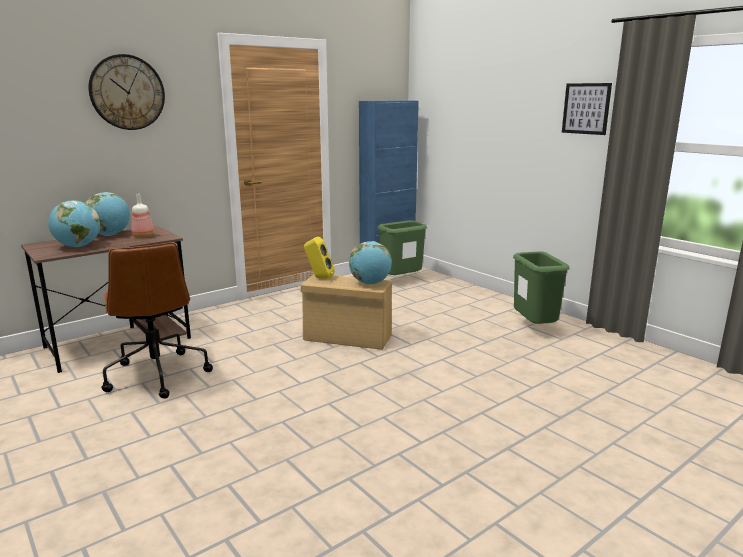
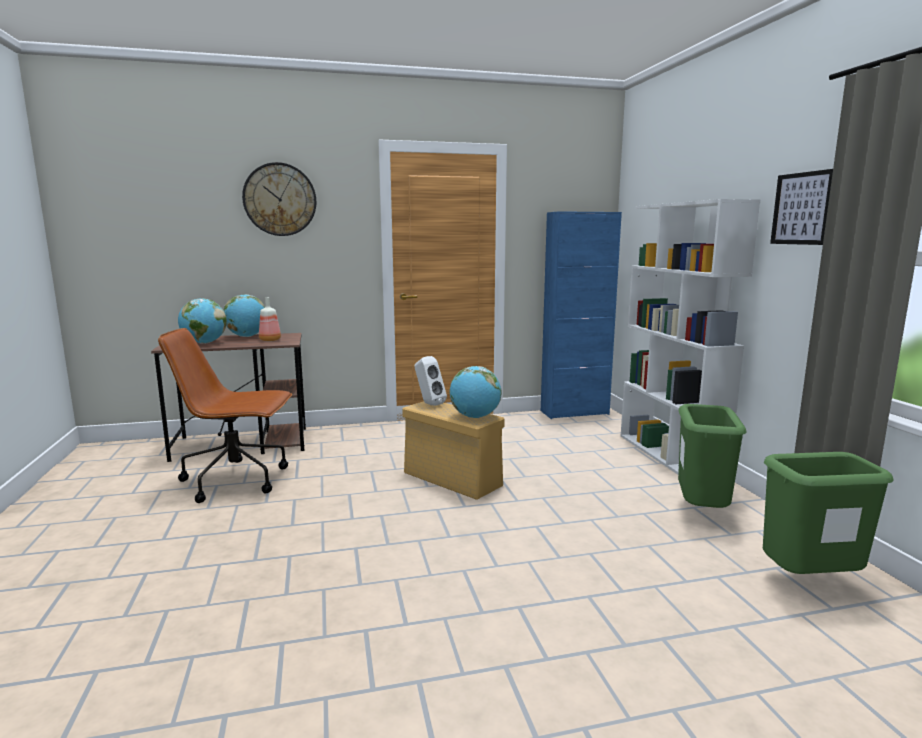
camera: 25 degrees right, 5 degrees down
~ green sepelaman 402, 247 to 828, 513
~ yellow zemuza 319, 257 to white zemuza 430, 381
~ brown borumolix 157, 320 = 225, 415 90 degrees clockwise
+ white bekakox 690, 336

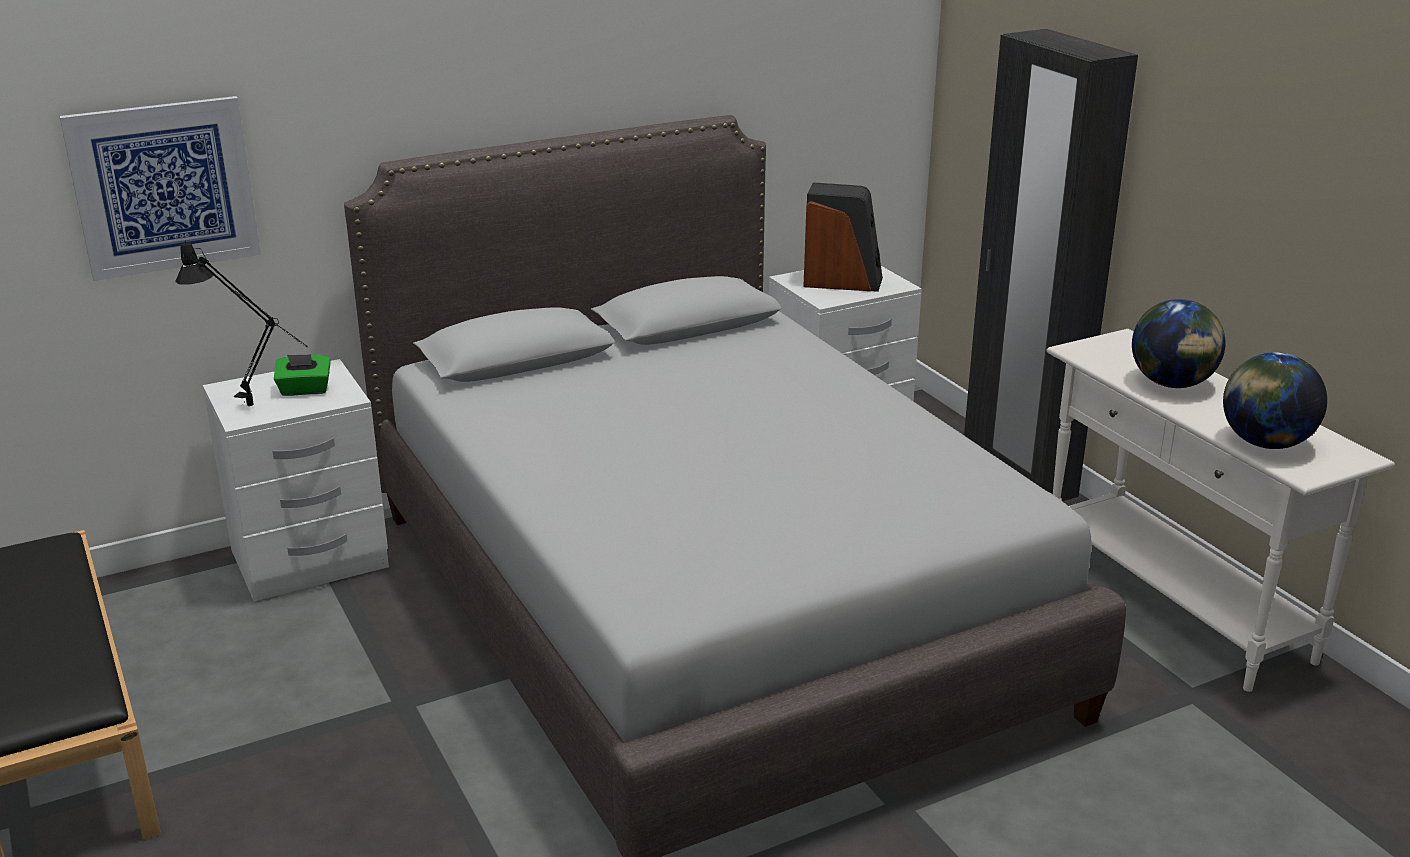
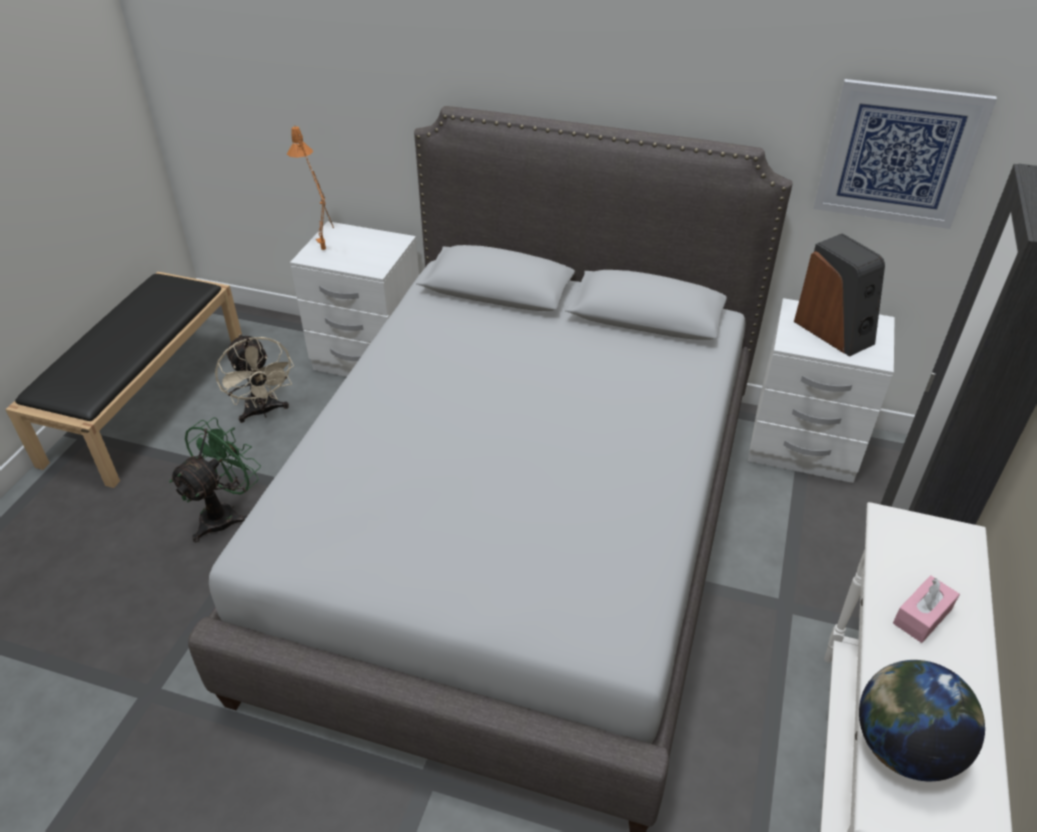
camera: 45 degrees right, 15 degrees up
~ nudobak 160, 188 to 905, 154
~ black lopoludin 241, 323 to orange lopoludin 310, 187
~ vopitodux 1178, 343 to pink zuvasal 926, 609
- green zuvasal 302, 375
+ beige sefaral 254, 378
+ green sefaral 215, 479

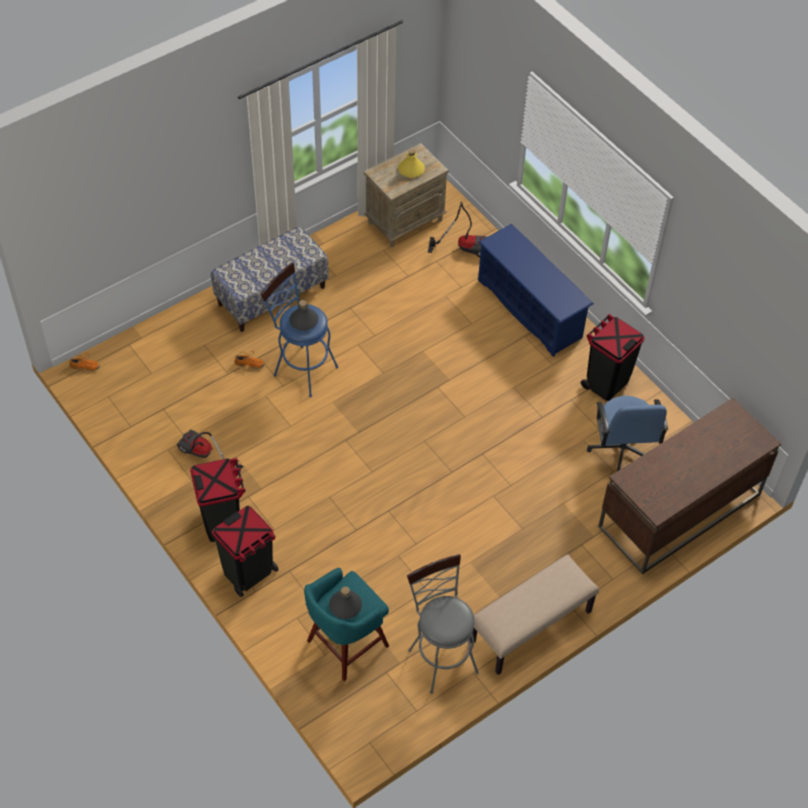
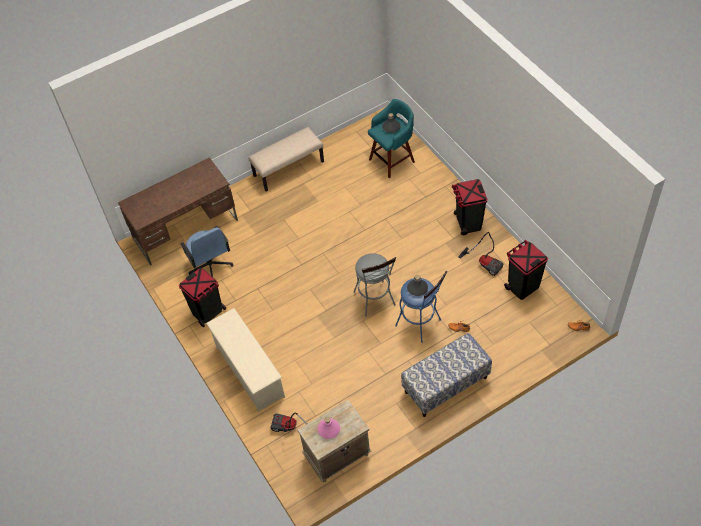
camera: 170 degrees left, 0 degrees up
~ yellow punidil 411, 163 to pink punidil 328, 428
~ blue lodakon 536, 290 to beige lodakon 245, 360
~ blue borumolix 627, 433 = 207, 251 150 degrees clockwise
~ black sepelaman 245, 551 to 526, 270
~ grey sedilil 443, 624 to 374, 284

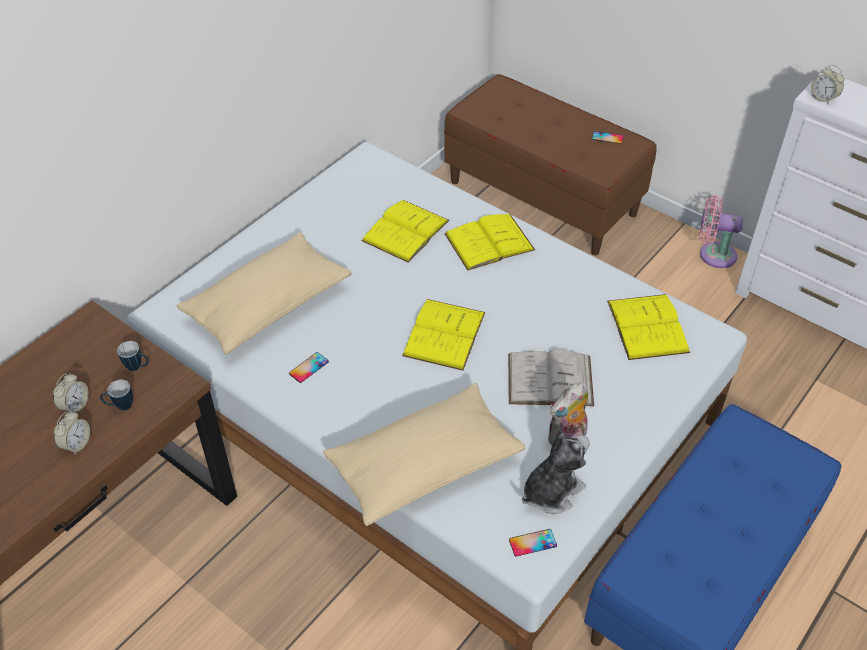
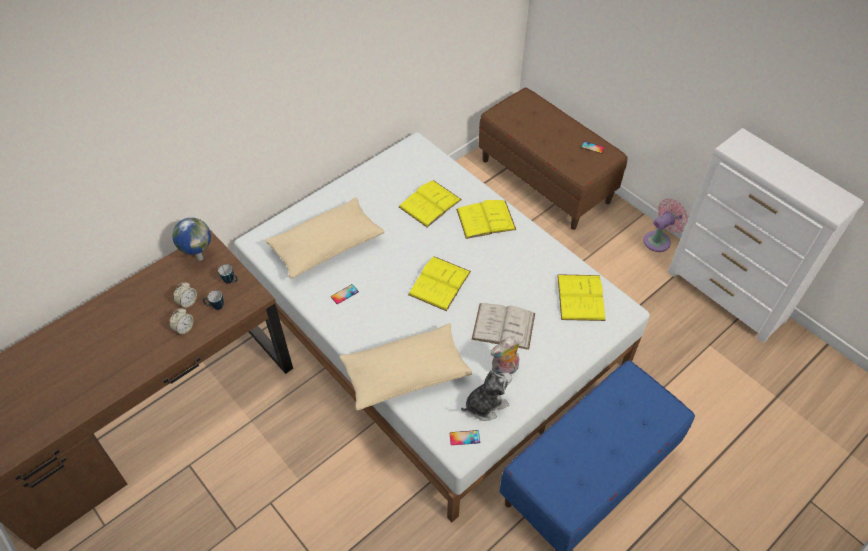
camera: 10 degrees right, 5 degrees up
- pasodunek 828, 85
~ pink sefaral 721, 231 = 666, 225 120 degrees clockwise
+ vopitodux 191, 239

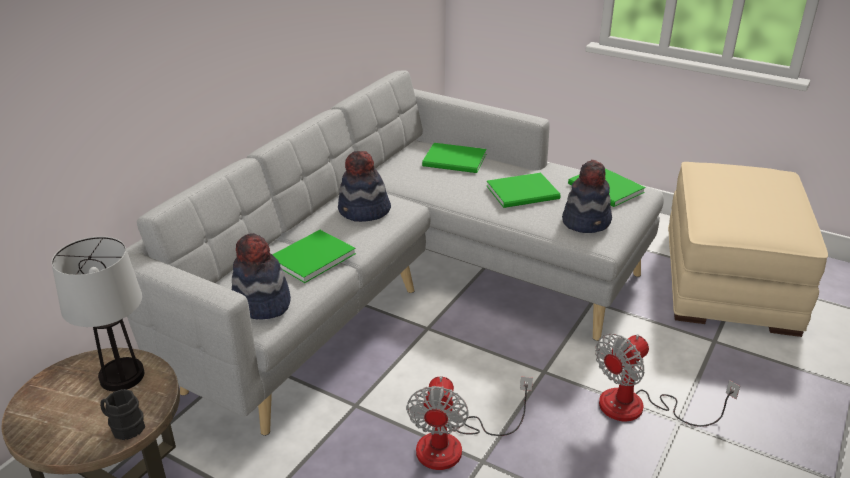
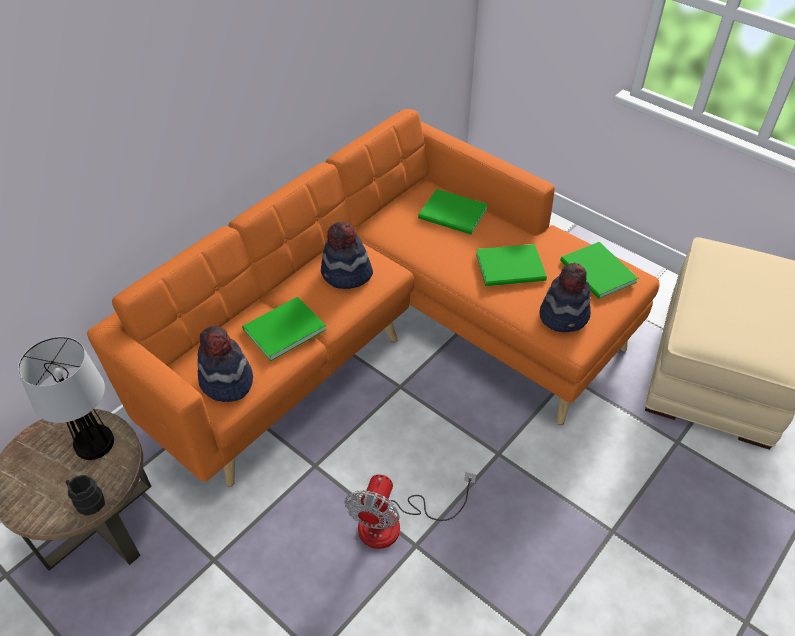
camera: 10 degrees right, 15 degrees up
~ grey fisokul 395, 253 to orange fisokul 373, 298
- sefaral 667, 380

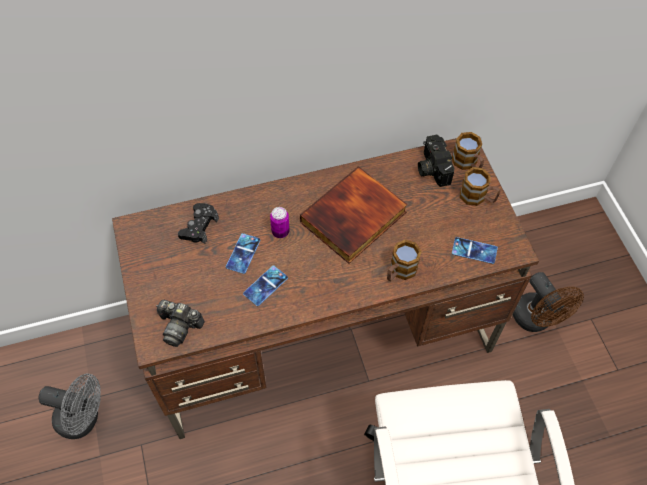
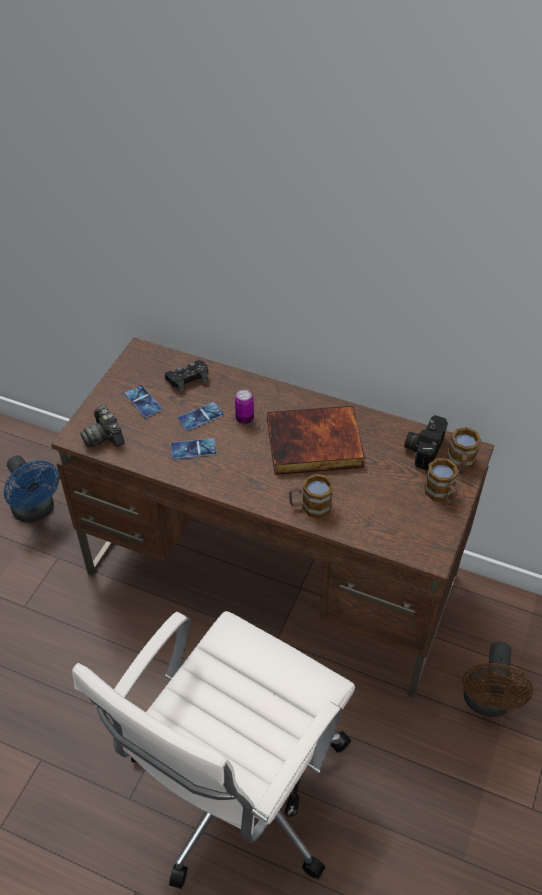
camera: 40 degrees right, 10 degrees down
~ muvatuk 475, 250 to 143, 401
~ grey sefaral 69, 406 to blue sefaral 31, 489

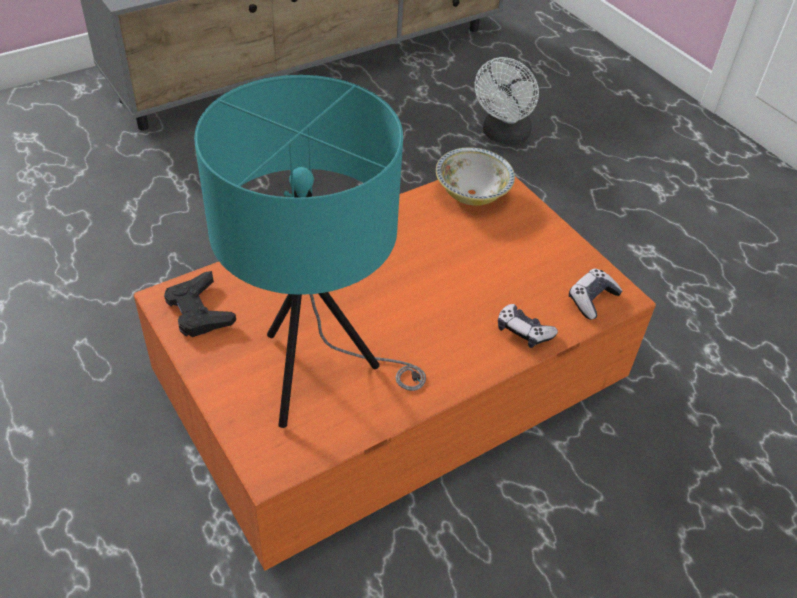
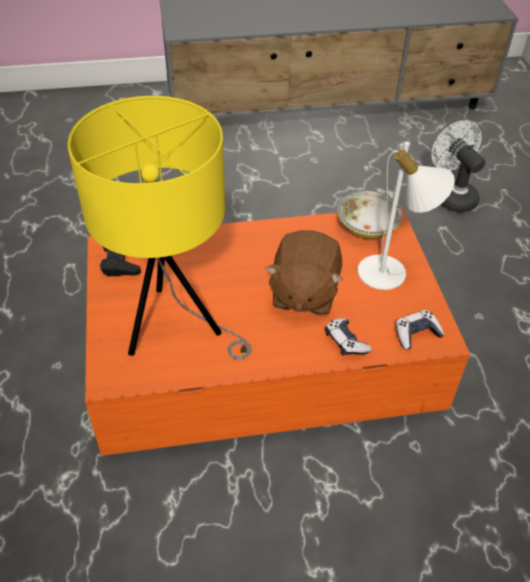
camera: 25 degrees right, 0 degrees up
~ white sefaral 506, 101 = 458, 166 105 degrees clockwise
~ turquoise lopoludin 310, 251 to yellow lopoludin 160, 228
+ white lopoludin 406, 216
+ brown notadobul 304, 272

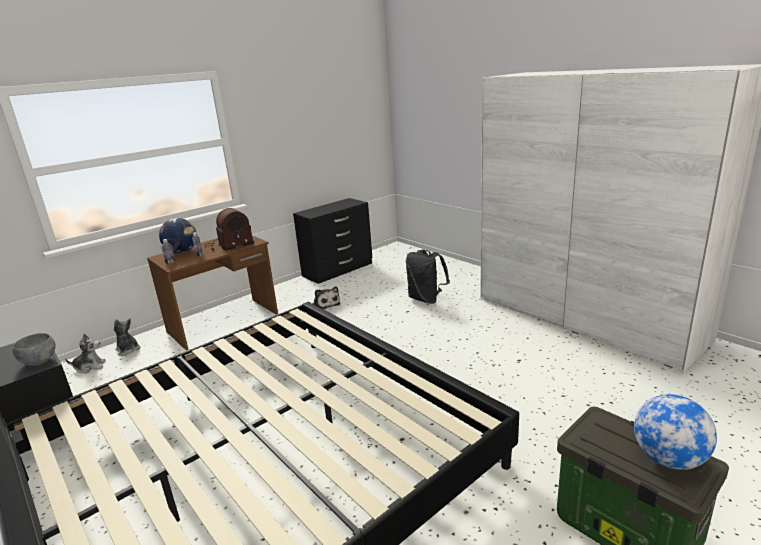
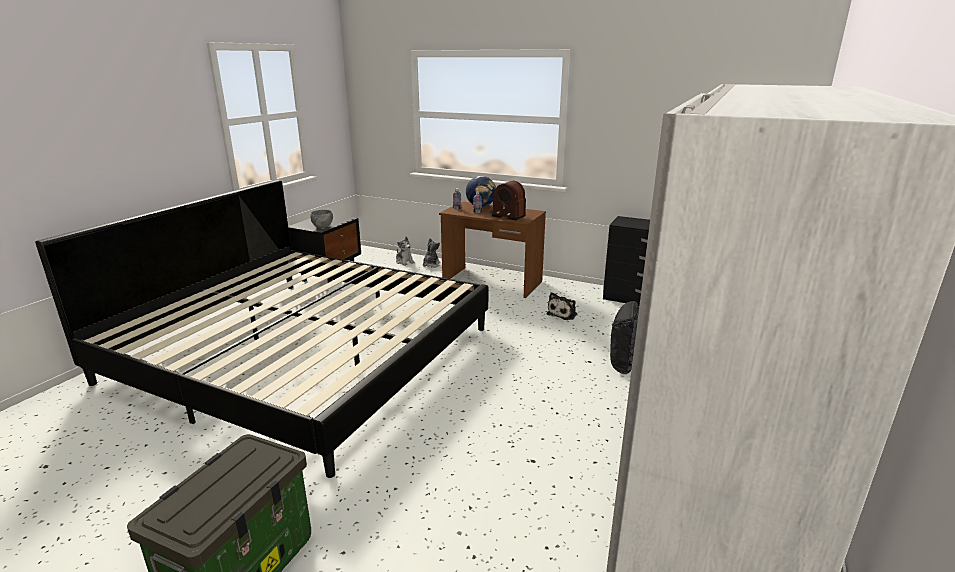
camera: 65 degrees right, 0 degrees up
- vopitodux 675, 432

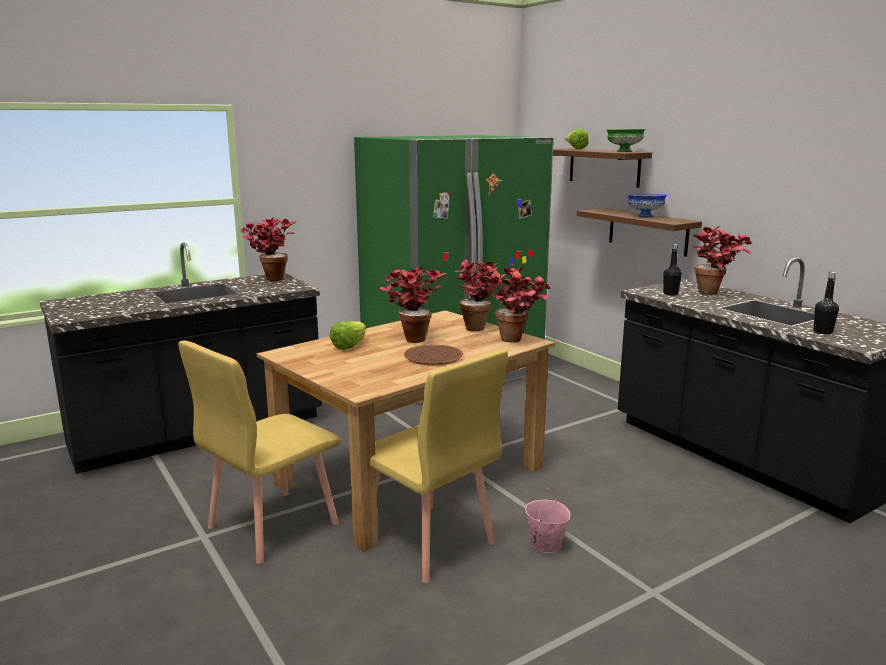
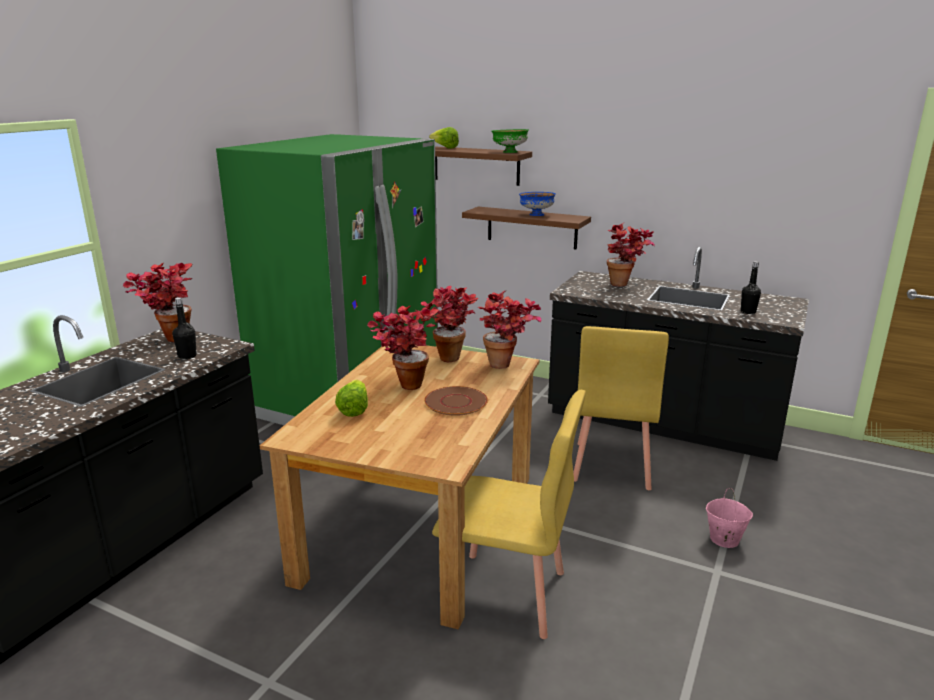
camera: 30 degrees left, 5 degrees up
~ black punidil 672, 269 to 184, 328
~ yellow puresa 259, 452 to 621, 408
~ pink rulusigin 548, 520 to 729, 518

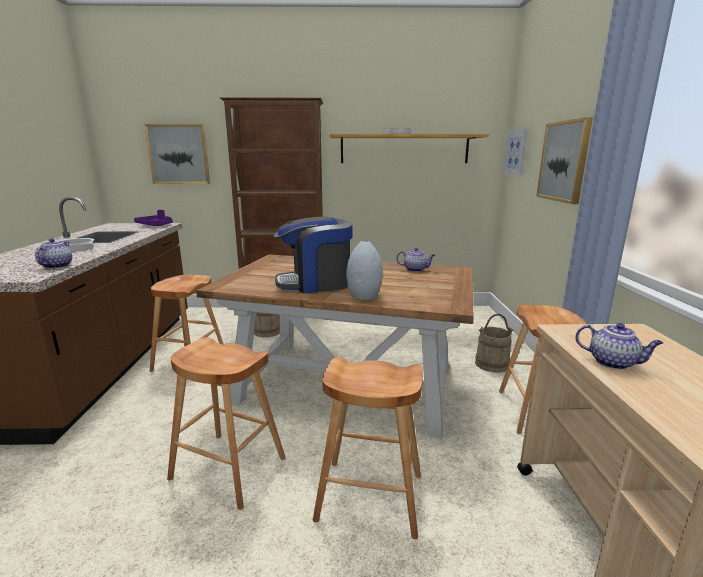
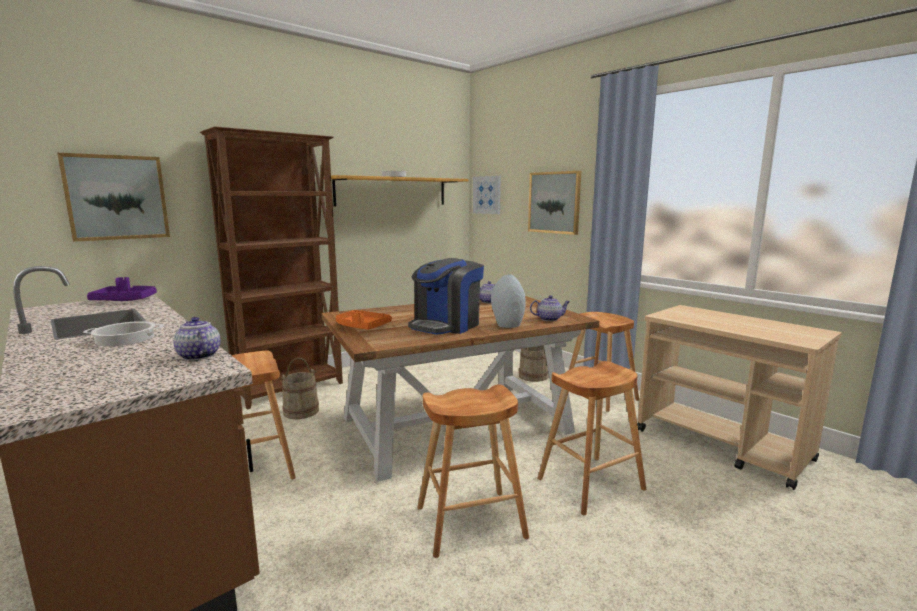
camera: 40 degrees left, 5 degrees down
~ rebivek 619, 346 to 550, 308
+ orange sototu 364, 320

